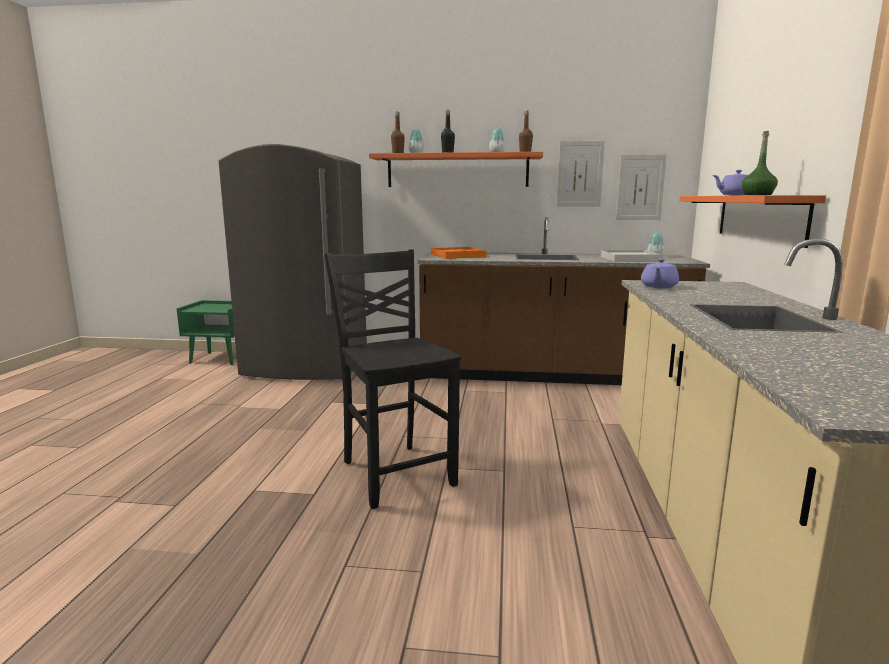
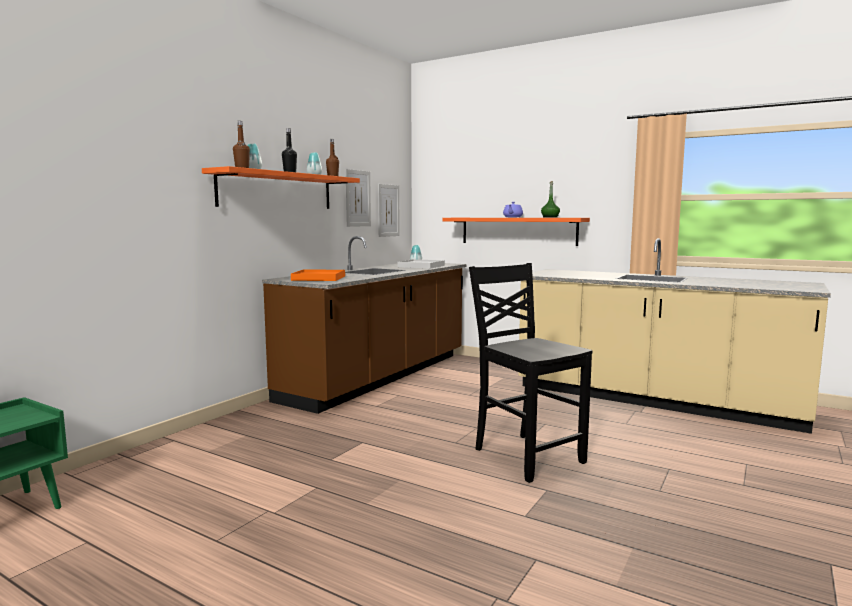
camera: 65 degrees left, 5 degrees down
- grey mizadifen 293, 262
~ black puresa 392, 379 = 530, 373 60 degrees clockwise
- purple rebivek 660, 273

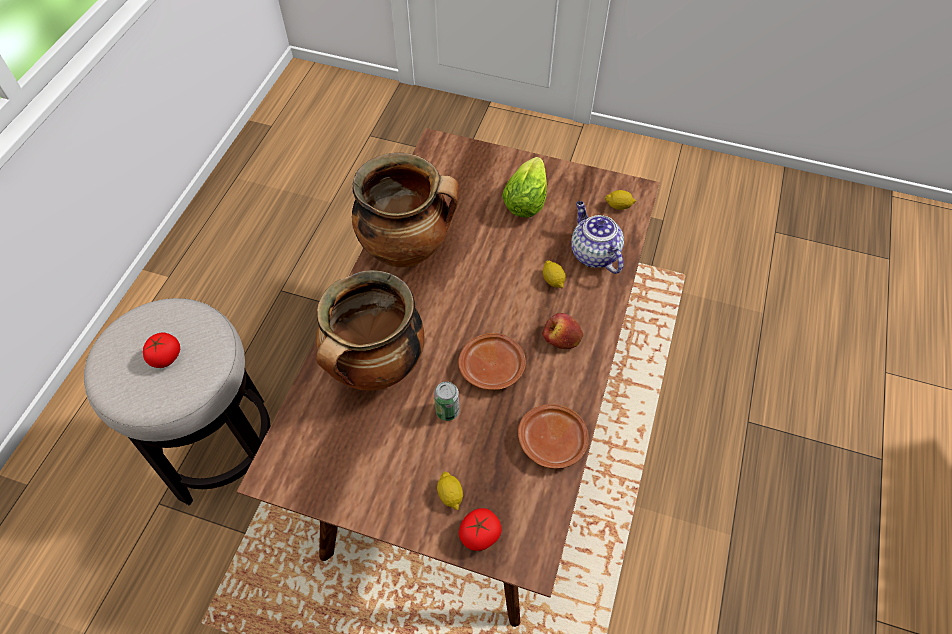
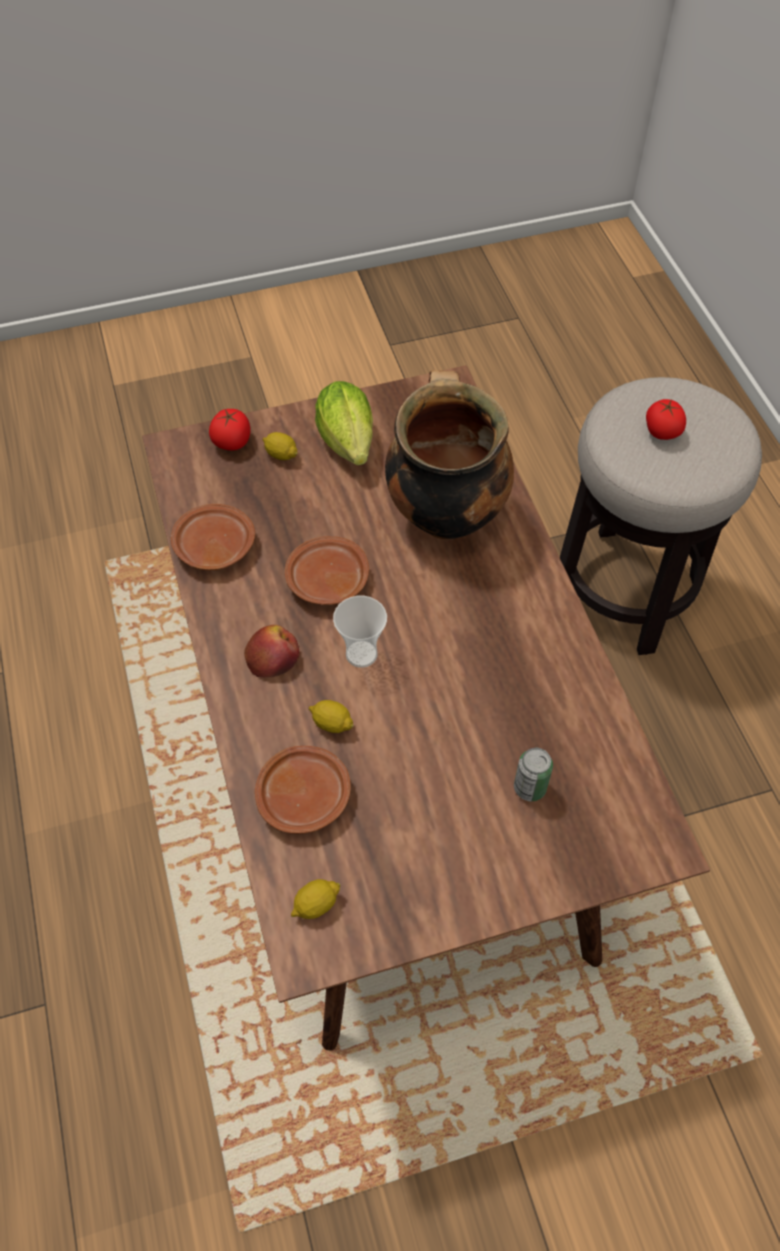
camera: 145 degrees right, 0 degrees up
- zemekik 405, 210
~ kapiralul 524, 187 to 344, 423
~ rebivek 597, 237 to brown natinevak 303, 790
~ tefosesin 446, 401 to 533, 774
+ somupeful 360, 632

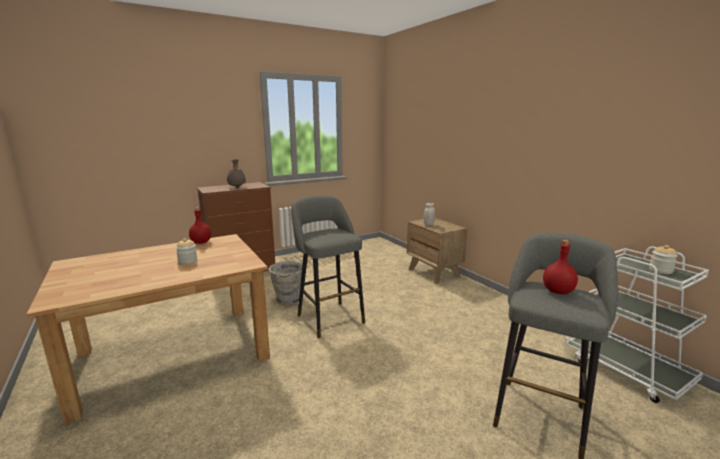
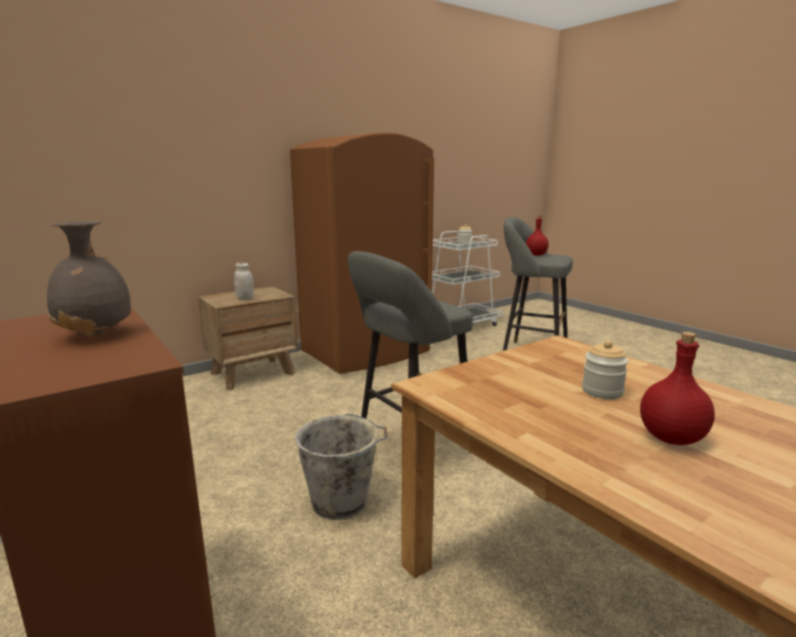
camera: 95 degrees left, 0 degrees up
~ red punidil 200, 225 to 677, 388
+ brown mizadifen 362, 253

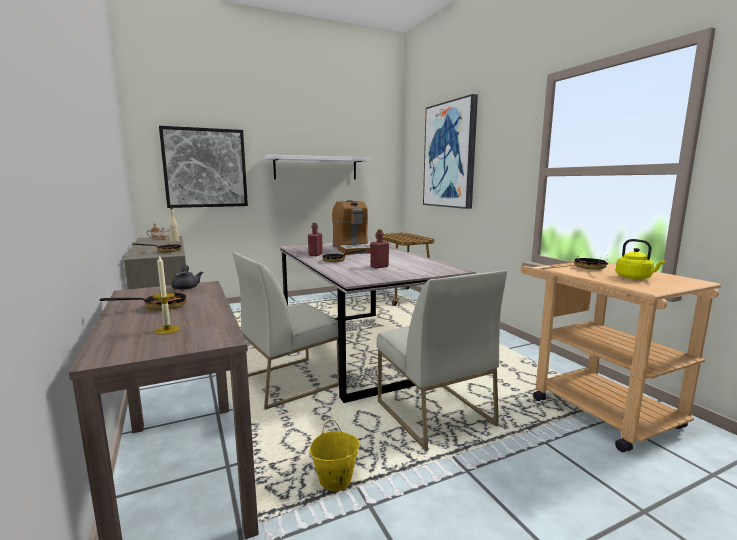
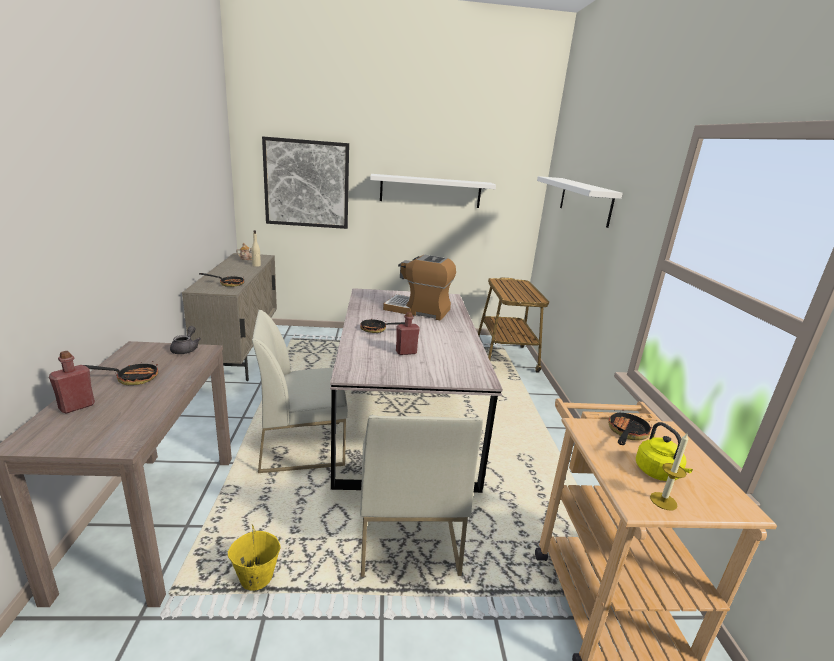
camera: 20 degrees right, 10 degrees up
~ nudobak 450, 151 to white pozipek 580, 202
~ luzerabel 351, 227 = 419, 288 105 degrees clockwise
~ red punidil 315, 239 to 72, 382
~ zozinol 166, 294 to 669, 472

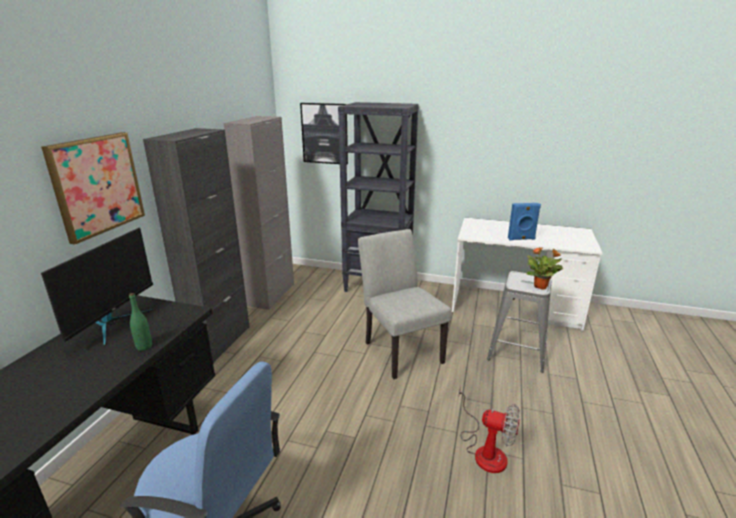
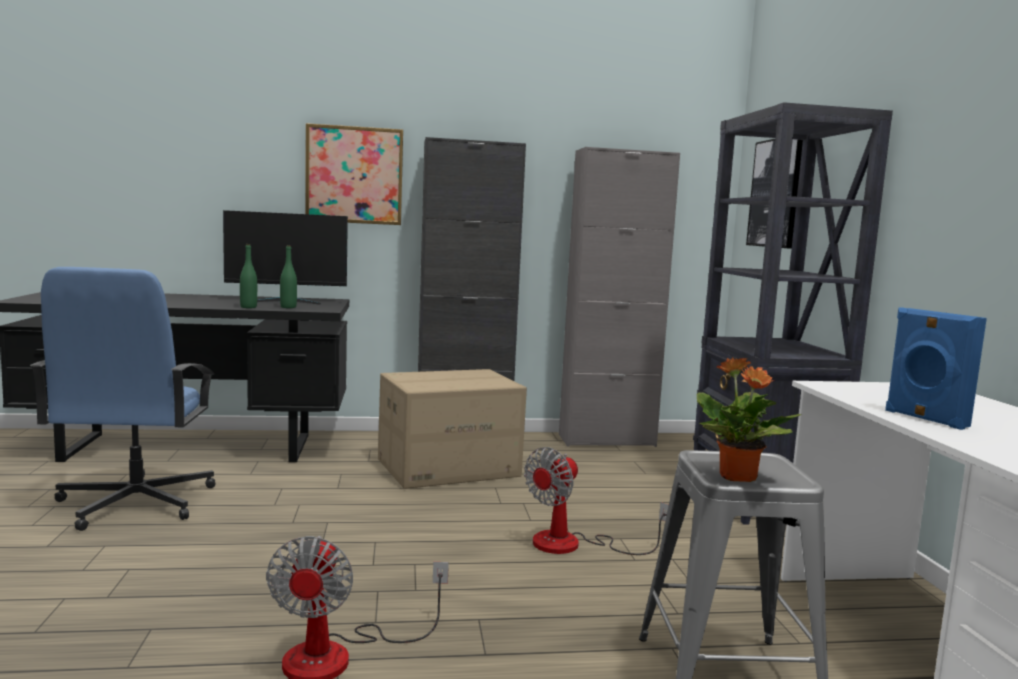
camera: 65 degrees right, 15 degrees down
~ grey puresa 404, 304 to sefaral 596, 501
+ green punidil 288, 276
+ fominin 452, 429

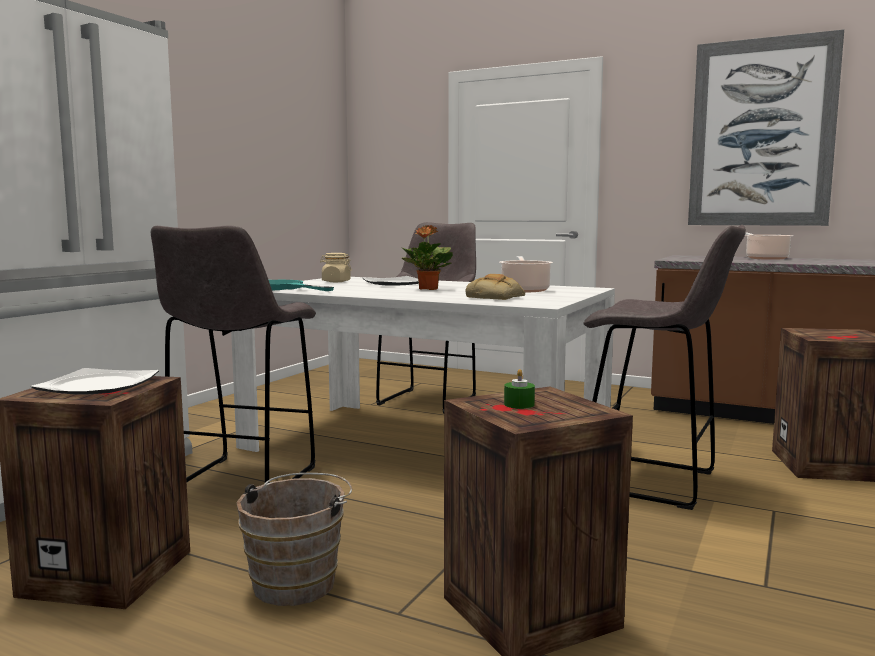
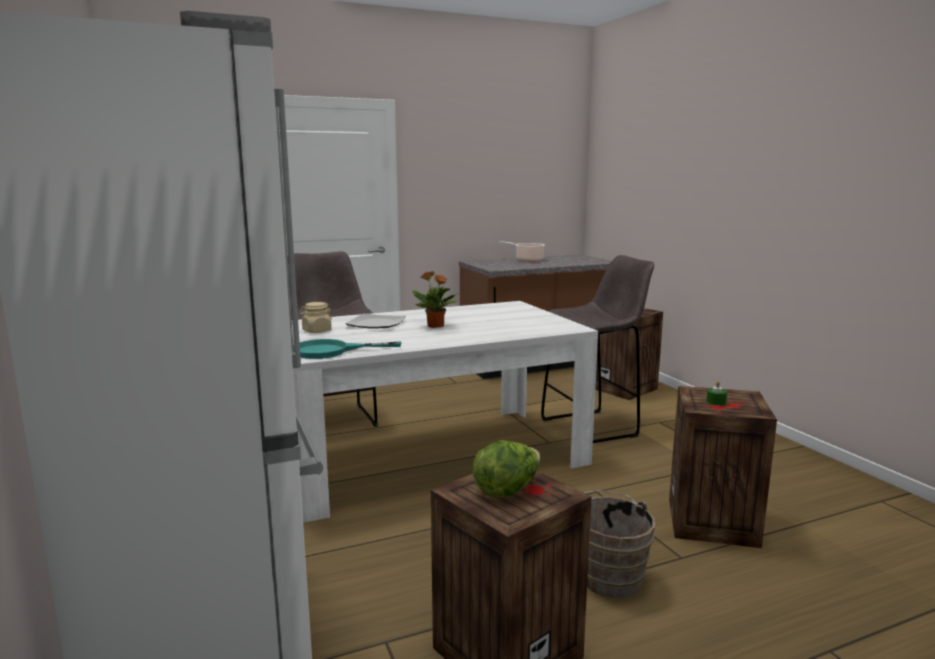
camera: 50 degrees left, 5 degrees up
- nudobak 766, 127
- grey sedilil 233, 354
- zemekik 526, 274
- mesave 495, 287
~ natinevak 95, 381 to kapiralul 506, 469

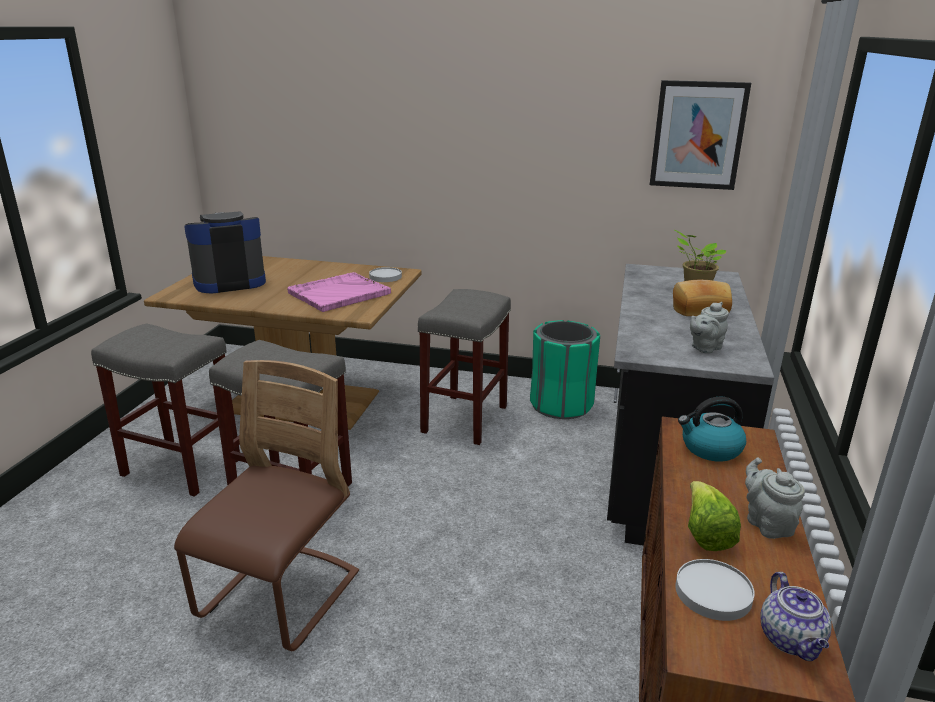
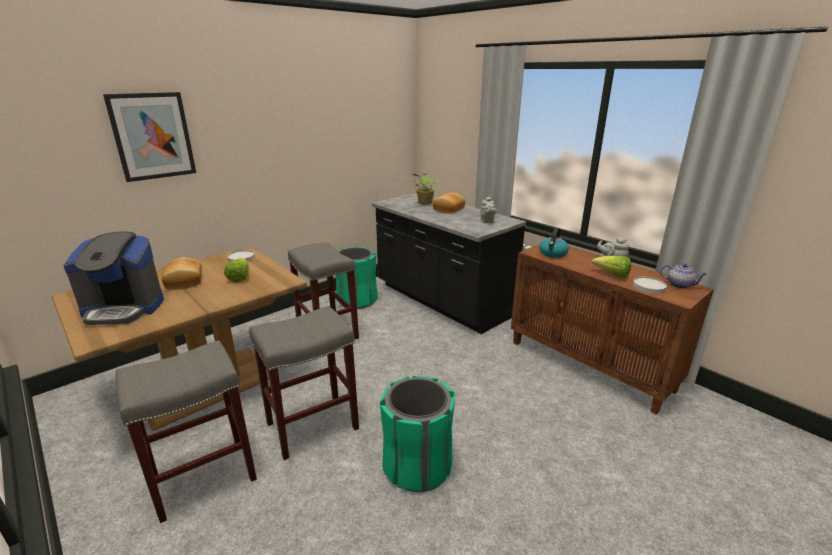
camera: 55 degrees left, 0 degrees up
~ nudobak 700, 135 to 149, 137
~ luzerabel 225, 252 = 113, 278 105 degrees counterclockwise
~ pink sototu 339, 292 to kapiralul 236, 270
~ brown puresa 266, 505 to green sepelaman 417, 434
+ mesave 182, 273

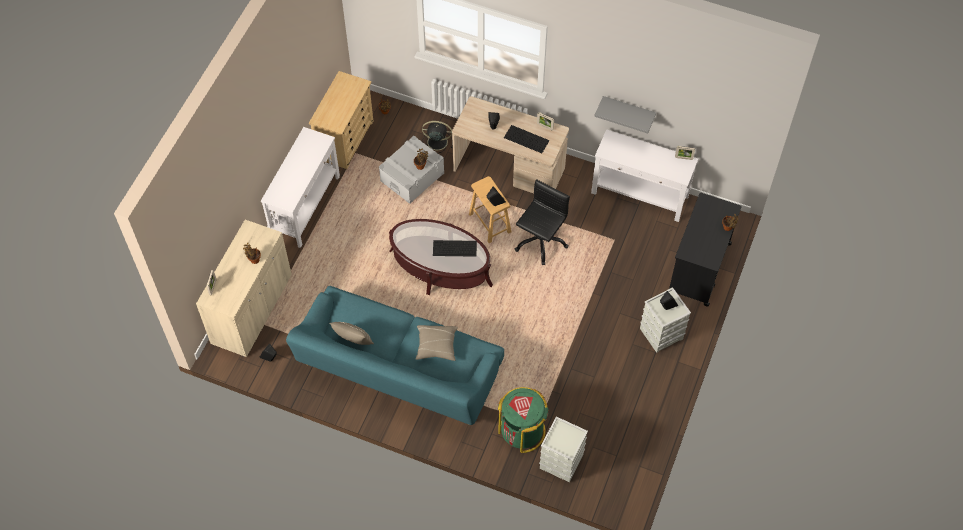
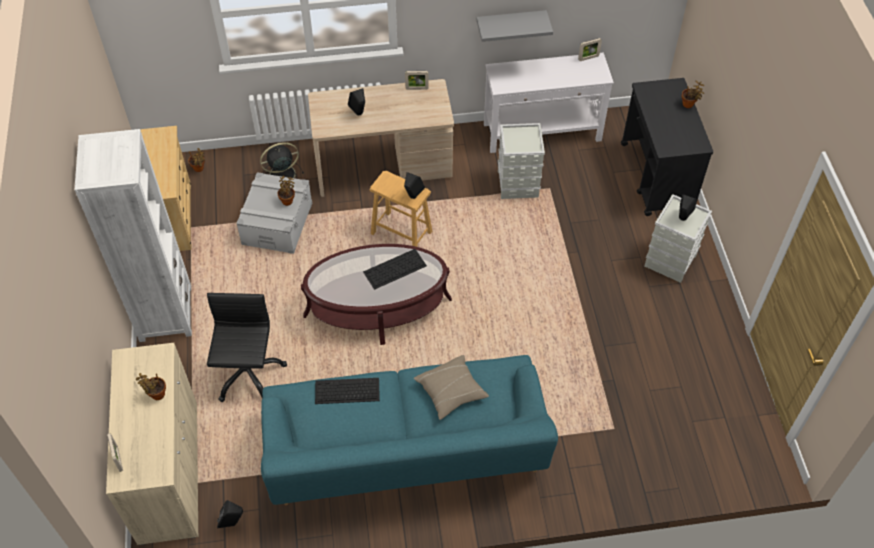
camera: 30 degrees left, 5 degrees down
~ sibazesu 527, 139 to 347, 391
~ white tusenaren 300, 187 to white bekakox 133, 235
~ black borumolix 542, 222 to 247, 347
- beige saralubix 352, 333
- green sepelaman 523, 420
~ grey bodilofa 563, 449 to 521, 161

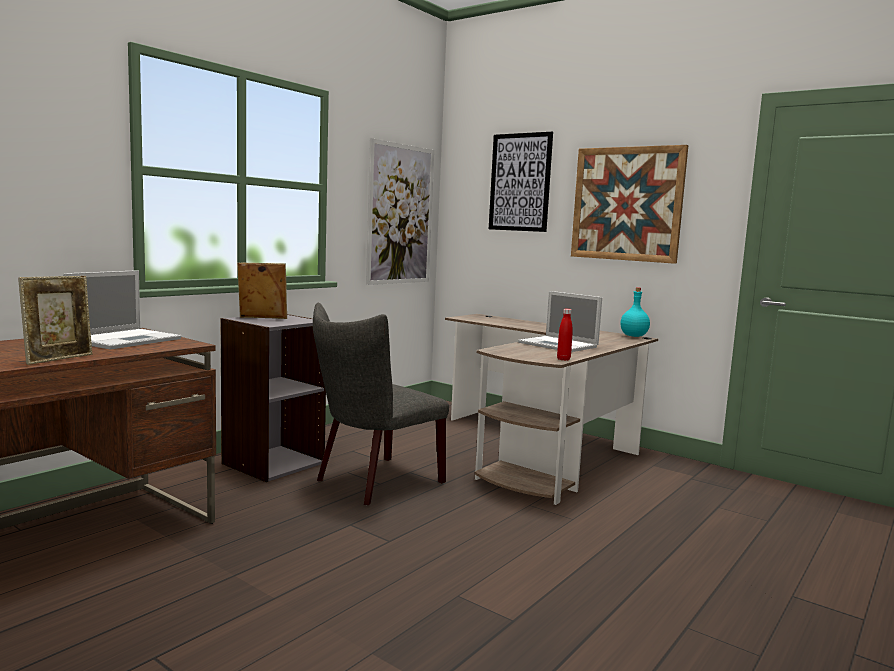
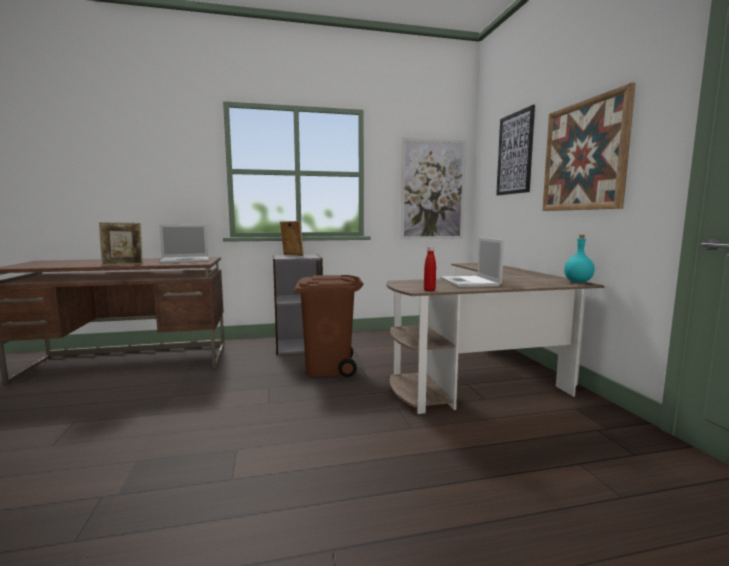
camera: 40 degrees right, 0 degrees up
~ grey puresa 381, 404 to brown sepelaman 328, 326

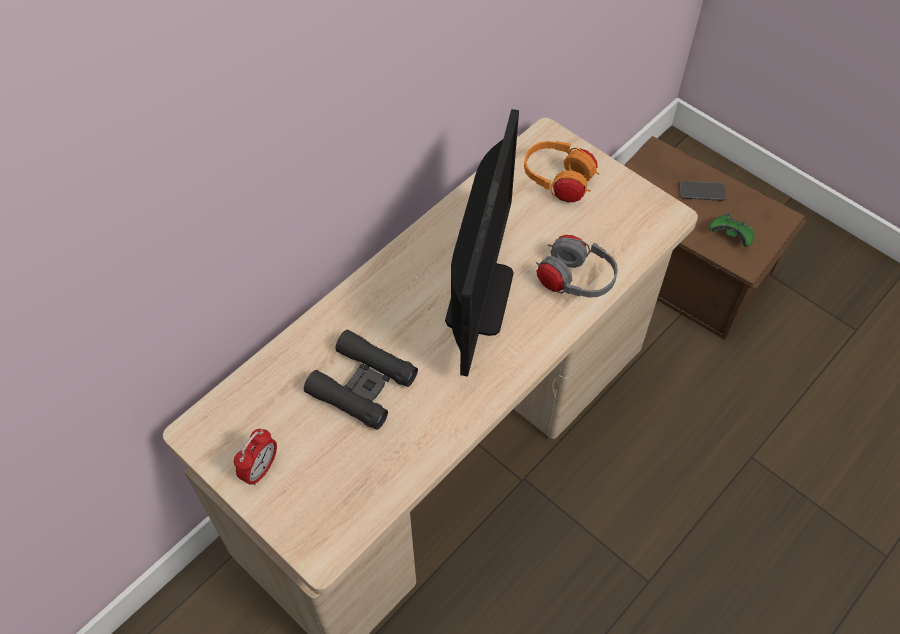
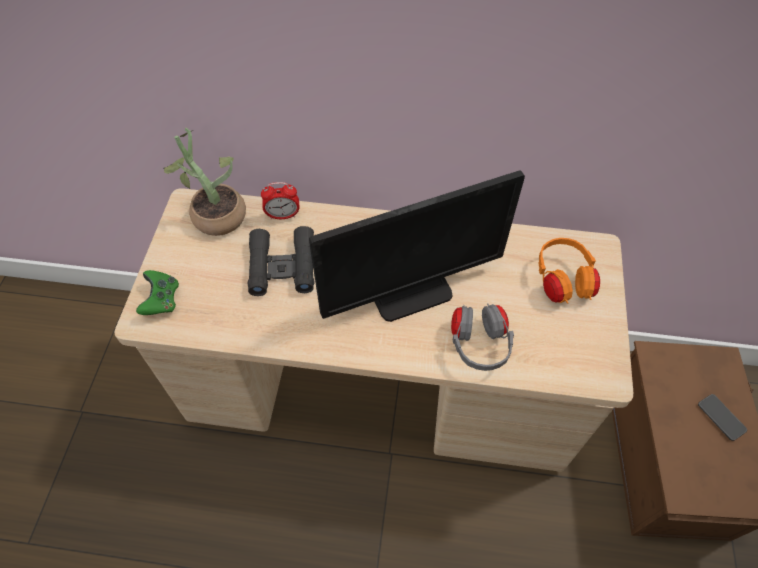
camera: 55 degrees right, 0 degrees up
~ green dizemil 731, 230 to 157, 292
~ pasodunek 255, 457 to 280, 201
+ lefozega 204, 182

